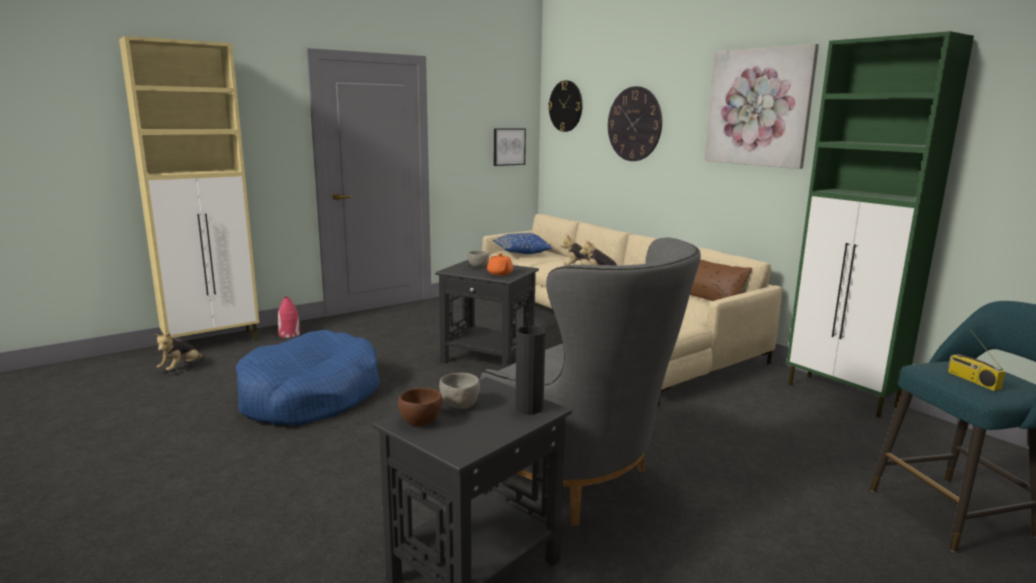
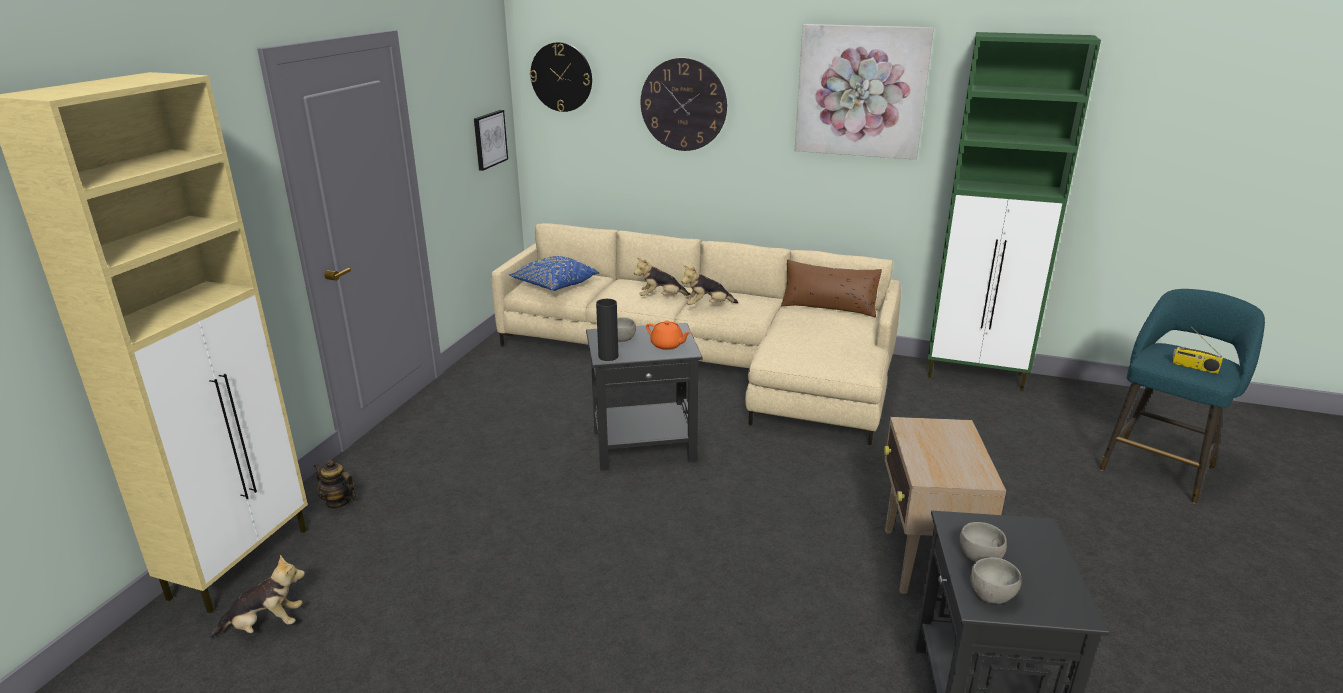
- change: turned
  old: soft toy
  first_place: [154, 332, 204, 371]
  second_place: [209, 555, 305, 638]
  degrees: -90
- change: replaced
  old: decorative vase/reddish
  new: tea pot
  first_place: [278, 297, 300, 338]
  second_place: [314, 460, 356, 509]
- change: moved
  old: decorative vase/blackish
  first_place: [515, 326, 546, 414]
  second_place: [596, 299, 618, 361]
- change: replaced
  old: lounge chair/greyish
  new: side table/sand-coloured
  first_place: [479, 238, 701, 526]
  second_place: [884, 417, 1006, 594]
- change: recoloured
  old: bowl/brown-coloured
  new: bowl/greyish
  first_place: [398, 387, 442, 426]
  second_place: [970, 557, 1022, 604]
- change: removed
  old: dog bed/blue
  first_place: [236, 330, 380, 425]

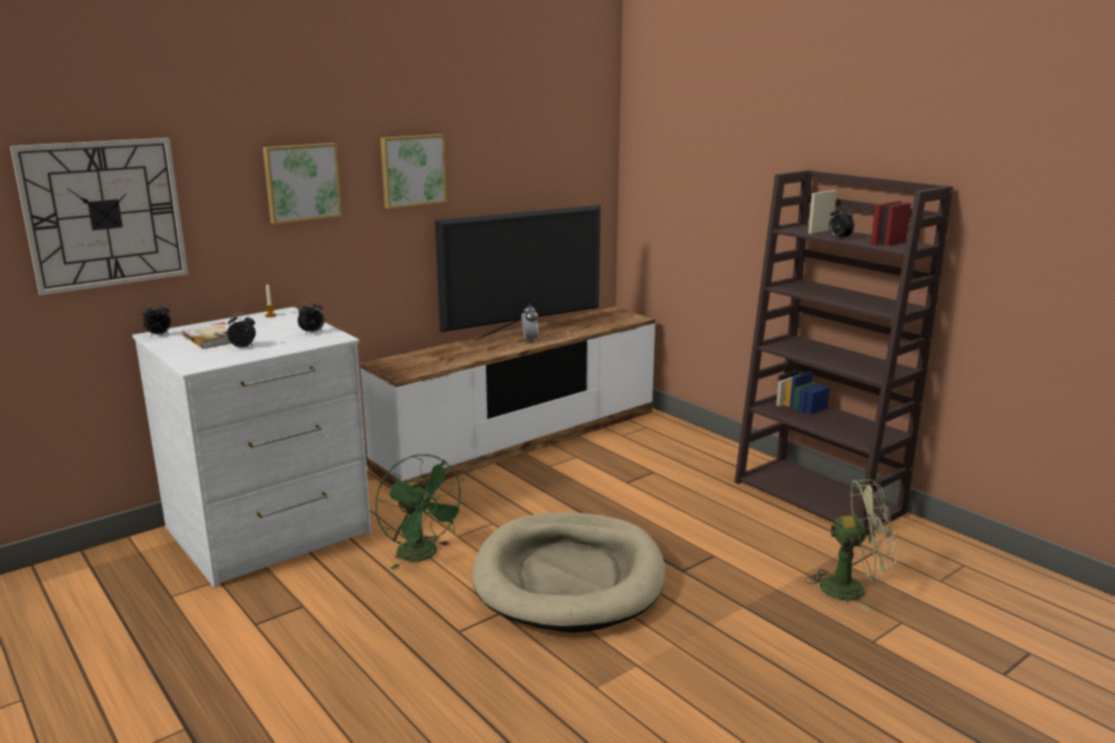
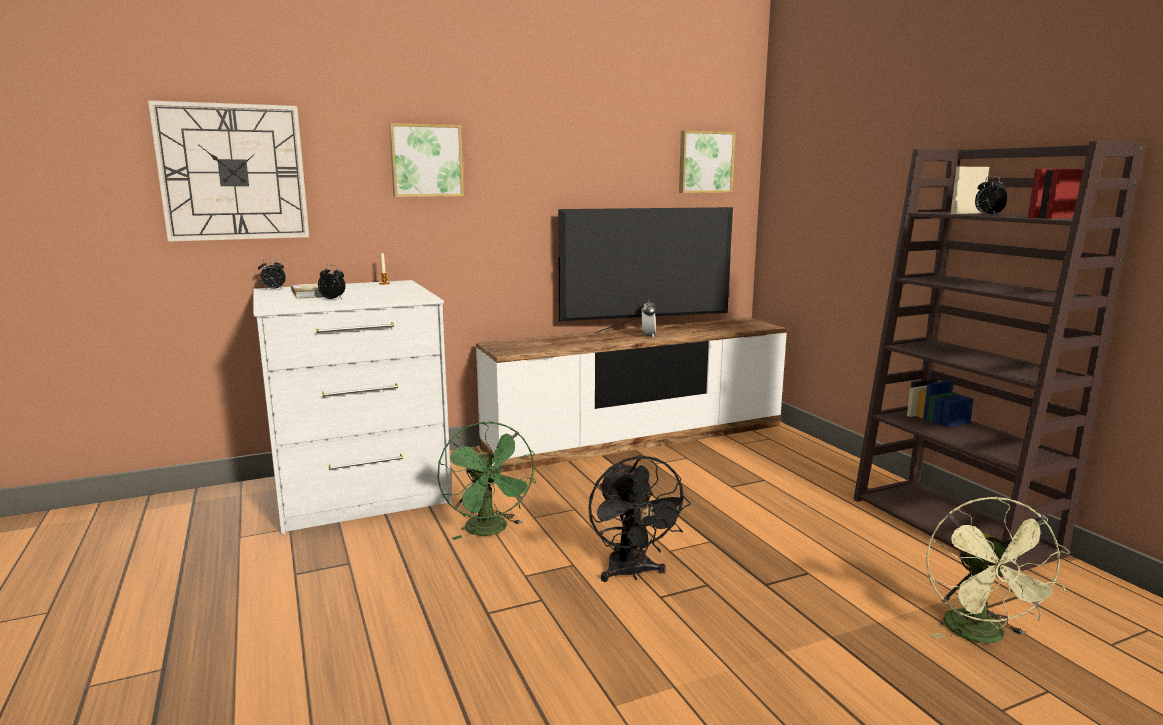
- change: replaced
  old: dog bed/sand-coloured
  new: fan/blackish
  first_place: [472, 512, 665, 633]
  second_place: [588, 455, 691, 582]
- change: moved
  old: wall picture
  first_place: [380, 134, 447, 209]
  second_place: [679, 131, 735, 193]
- change: turned
  old: fan/green
  first_place: [805, 480, 896, 611]
  second_place: [926, 496, 1070, 643]
  degrees: 75
- change: removed
  old: alarm clock
  first_place: [298, 300, 324, 334]

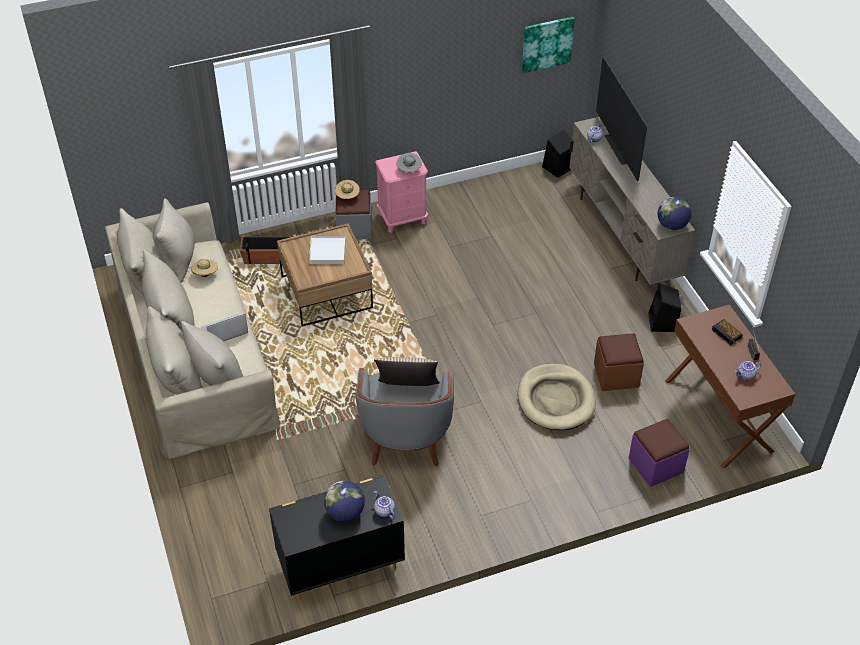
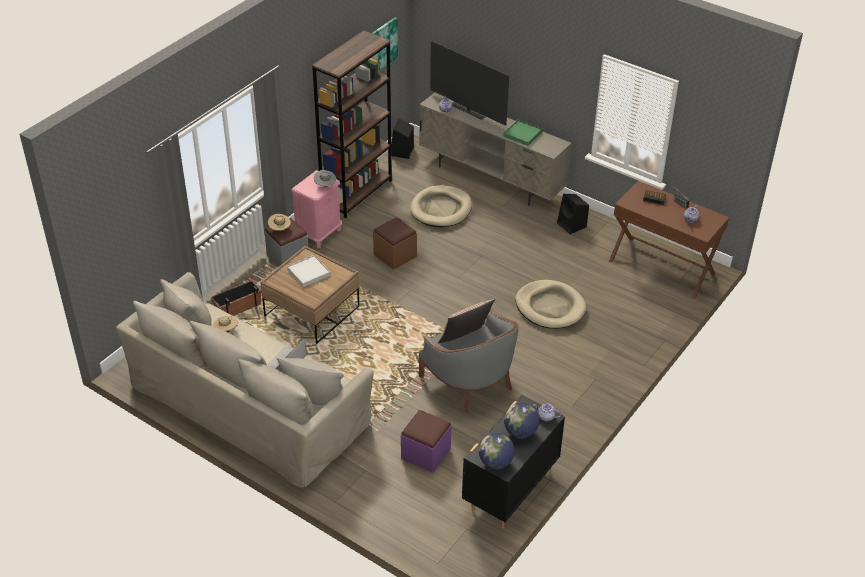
- change: added
  new: shelving unit/brown-coloured
  second_place: [312, 30, 392, 218]
- change: moved
  old: ottoman/brown-coloured
  first_place: [594, 333, 644, 391]
  second_place: [373, 217, 417, 270]
- change: moved
  old: ottoman/purple-coloured
  first_place: [629, 419, 690, 487]
  second_place: [401, 410, 451, 473]
- change: added
  new: dog bed/sand-coloured
  second_place: [410, 185, 472, 227]
- change: moved
  old: world globe
  first_place: [658, 197, 691, 230]
  second_place: [479, 433, 515, 469]
- change: added
  new: tray/green
  second_place: [503, 120, 543, 146]

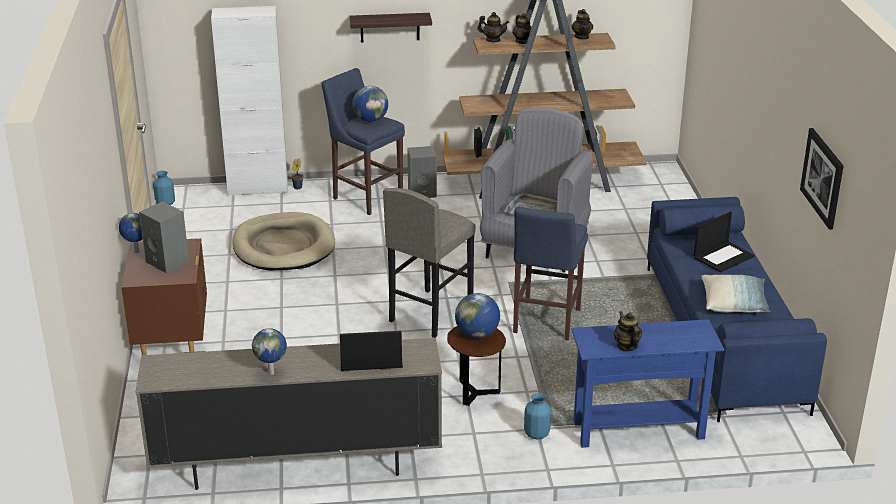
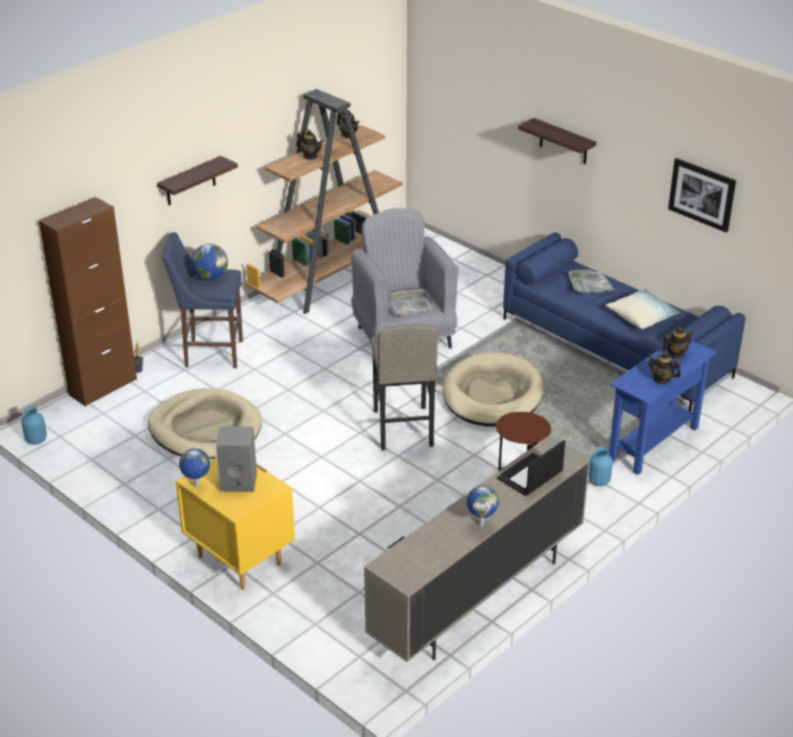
- change: recoloured
  old: cupboard/white
  new: cupboard/brown-coloured
  first_place: [211, 6, 288, 196]
  second_place: [39, 197, 137, 407]
- change: recoloured
  old: bedside table/brown-coloured
  new: bedside table/yellowish
  first_place: [121, 238, 207, 355]
  second_place: [176, 457, 295, 590]
- change: replaced
  old: stool seat/blue
  new: dog bed/sand-coloured
  first_place: [513, 206, 588, 340]
  second_place: [442, 352, 544, 427]
- change: added
  new: shelf
  second_place: [518, 118, 596, 164]
- change: replaced
  old: notebook computer
  new: tray/greyish
  first_place: [694, 212, 755, 273]
  second_place: [568, 270, 615, 294]
- change: moved
  old: tea pot
  first_place: [477, 12, 509, 42]
  second_place: [662, 327, 694, 358]
- change: removed
  old: loudspeaker/greyish
  first_place: [407, 146, 437, 198]
- change: removed
  old: world globe
  first_place: [455, 293, 500, 338]

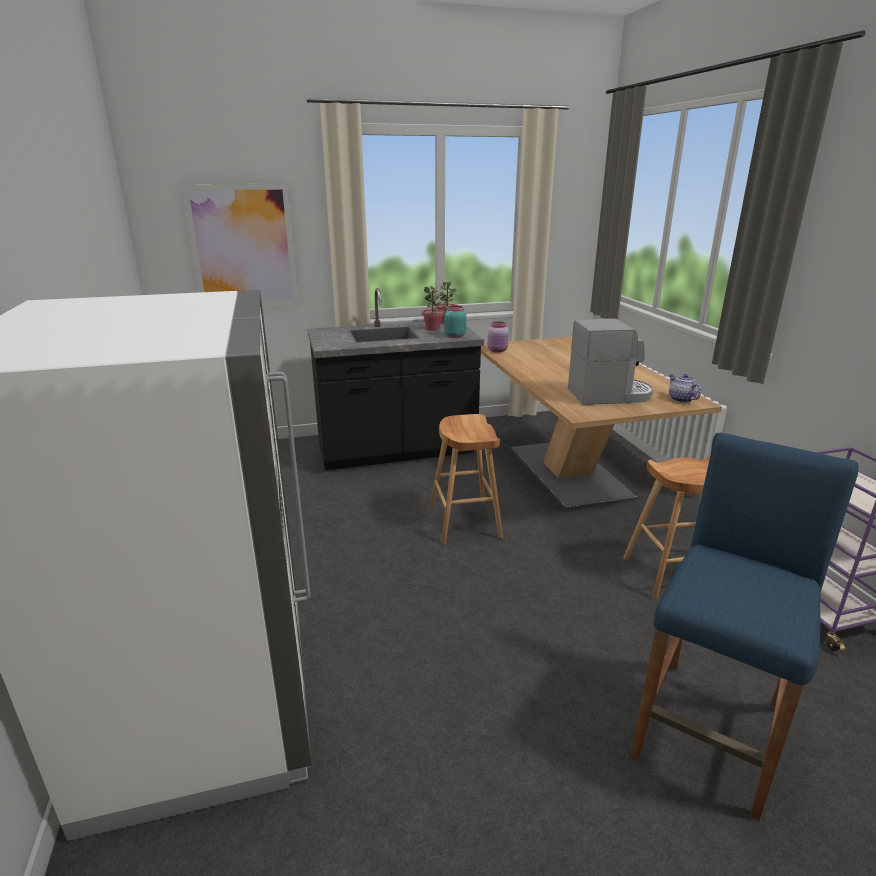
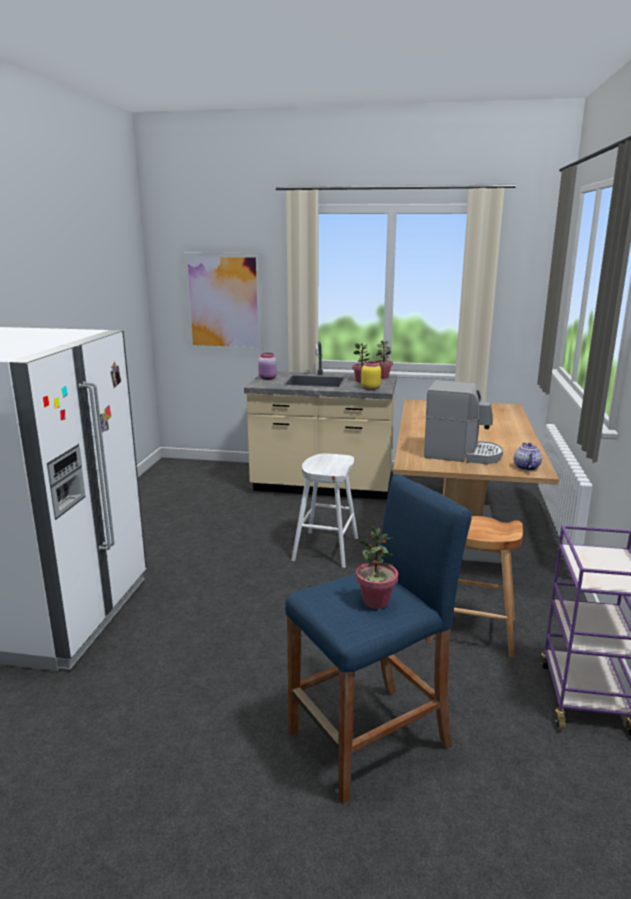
- change: recoloured
  old: kitchen counter/blackish
  new: kitchen counter/sand-coloured
  first_place: [308, 288, 484, 470]
  second_place: [244, 342, 397, 500]
- change: moved
  old: preserve jar/pink-coloured
  first_place: [487, 321, 509, 352]
  second_place: [258, 353, 277, 380]
- change: recoloured
  old: stool seat/brown-coloured
  new: stool seat/white
  first_place: [429, 414, 503, 545]
  second_place: [291, 453, 358, 568]
- change: added
  new: potted plant
  second_place: [356, 525, 398, 609]
- change: recoloured
  old: preserve jar/turquoise-coloured
  new: preserve jar/yellowish
  first_place: [444, 305, 466, 338]
  second_place: [361, 361, 381, 390]

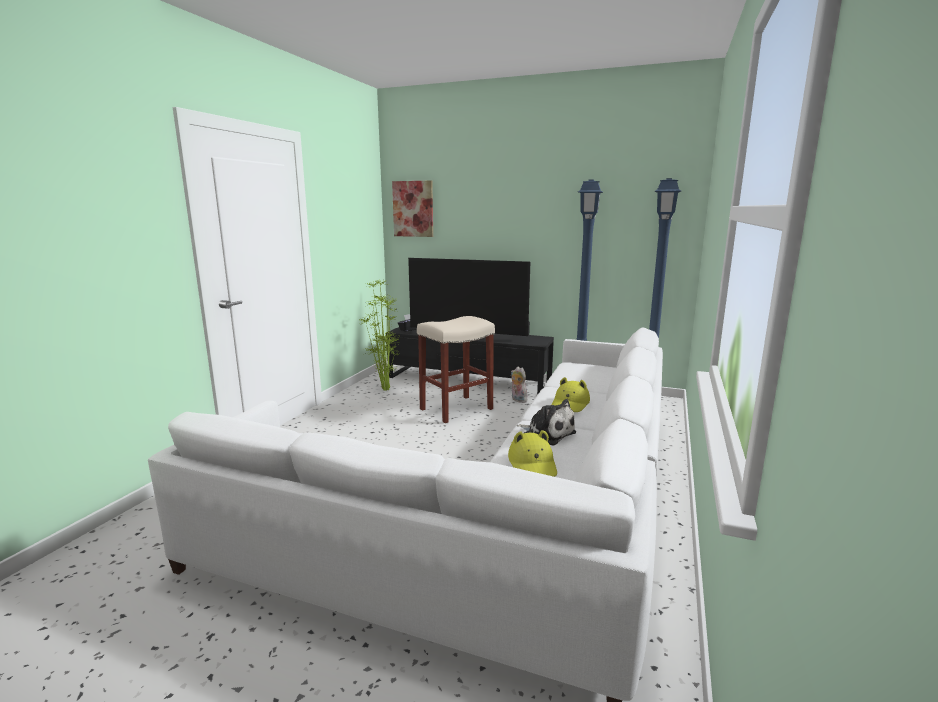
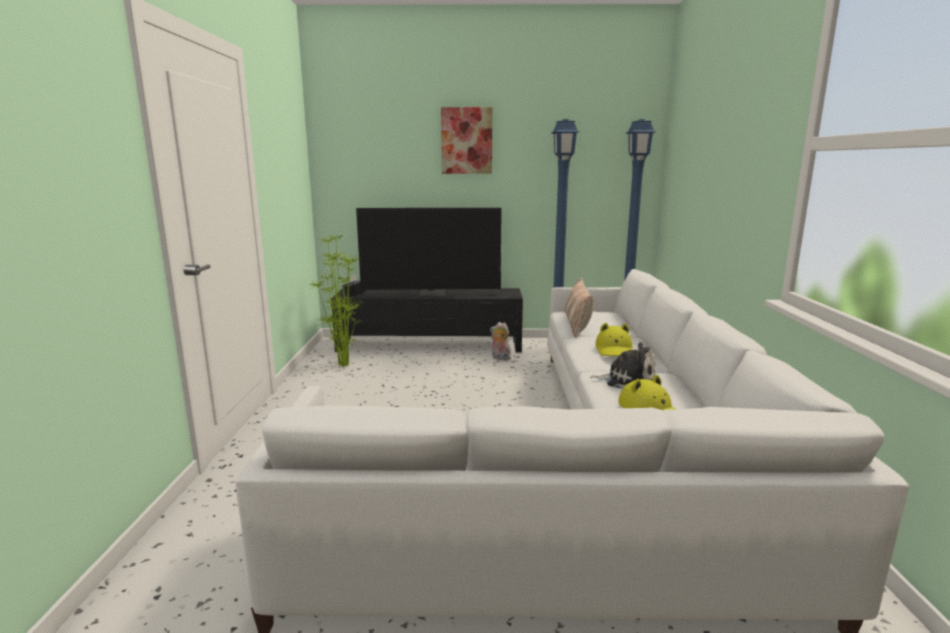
- change: moved
  old: wall picture
  first_place: [392, 181, 433, 237]
  second_place: [441, 107, 493, 174]
- change: added
  new: throw pillow
  second_place: [565, 277, 594, 338]
- change: removed
  old: stool seat/sand-coloured
  first_place: [417, 316, 495, 423]

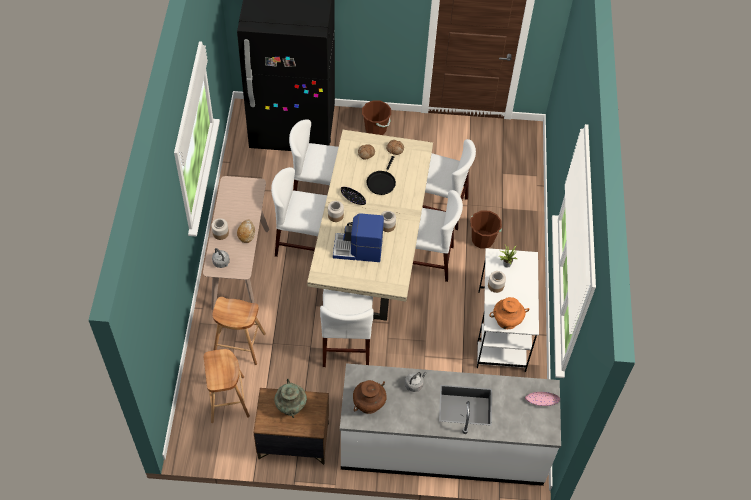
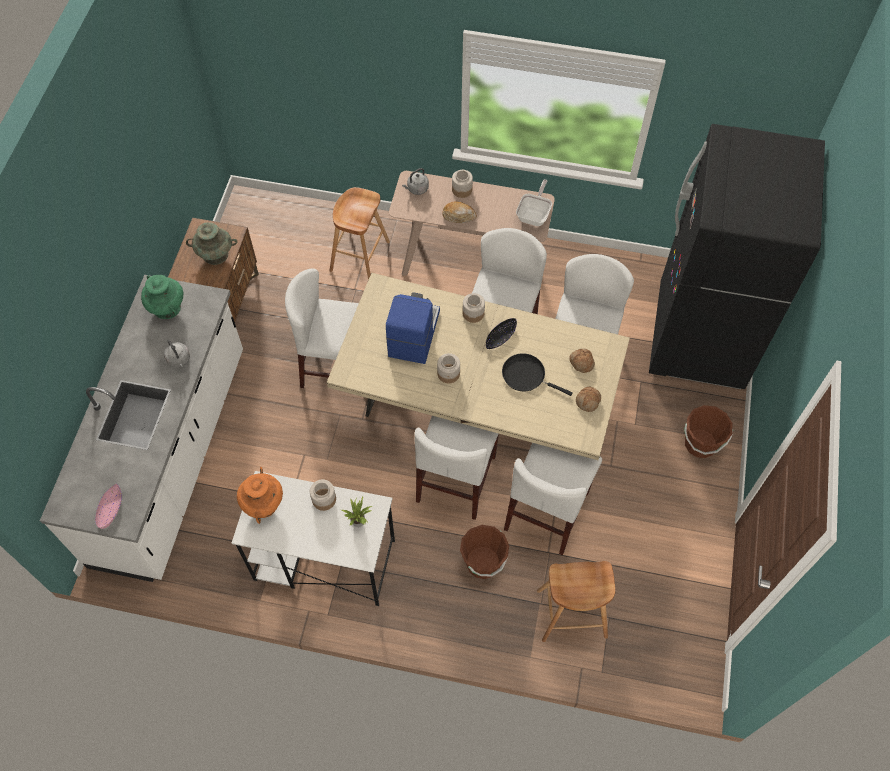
- change: recoloured
  old: decorative vase/brown-coloured
  new: decorative vase/green
  first_place: [353, 380, 387, 414]
  second_place: [141, 275, 183, 319]
- change: added
  new: frying pan
  second_place: [516, 179, 552, 226]
- change: moved
  old: stool seat/brown-coloured
  first_place: [204, 349, 250, 423]
  second_place: [537, 561, 615, 642]

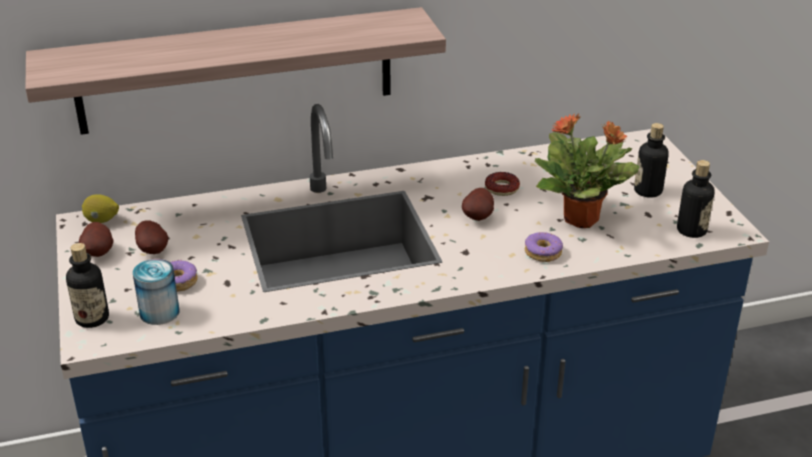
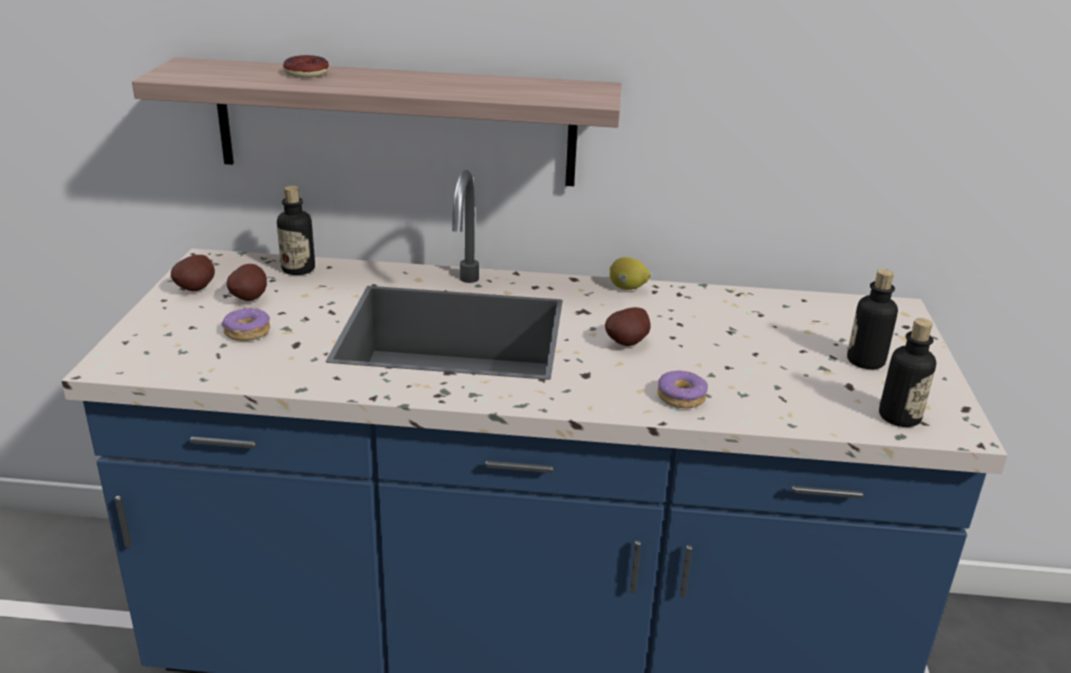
- change: moved
  old: beverage bottle
  first_place: [66, 243, 109, 328]
  second_place: [277, 186, 315, 275]
- change: moved
  old: ring doughnut
  first_place: [485, 172, 520, 196]
  second_place: [283, 55, 329, 78]
- change: moved
  old: citrus fruit
  first_place: [82, 194, 119, 223]
  second_place: [610, 257, 651, 290]
- change: removed
  old: can
  first_place: [133, 259, 180, 325]
- change: removed
  old: potted plant
  first_place: [535, 114, 640, 228]

